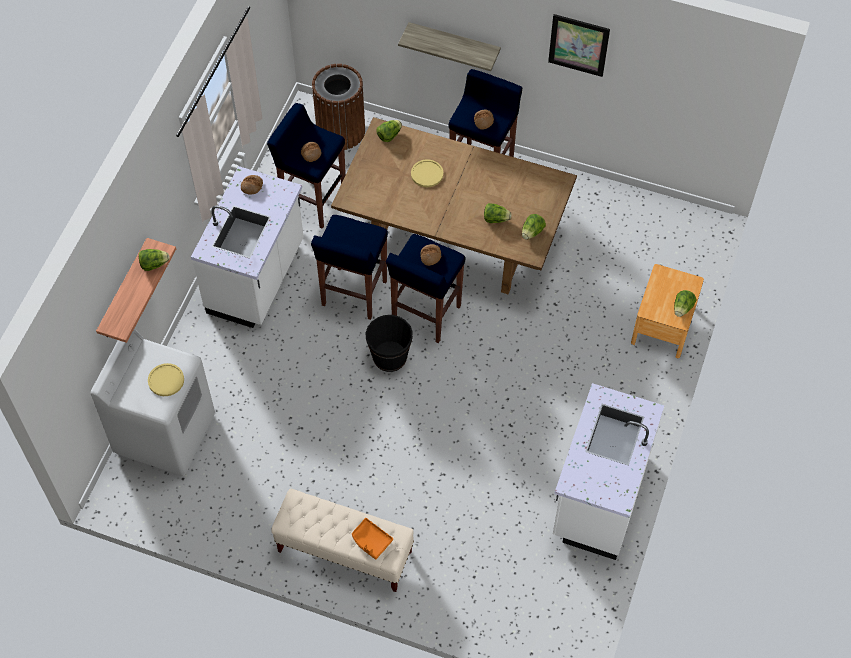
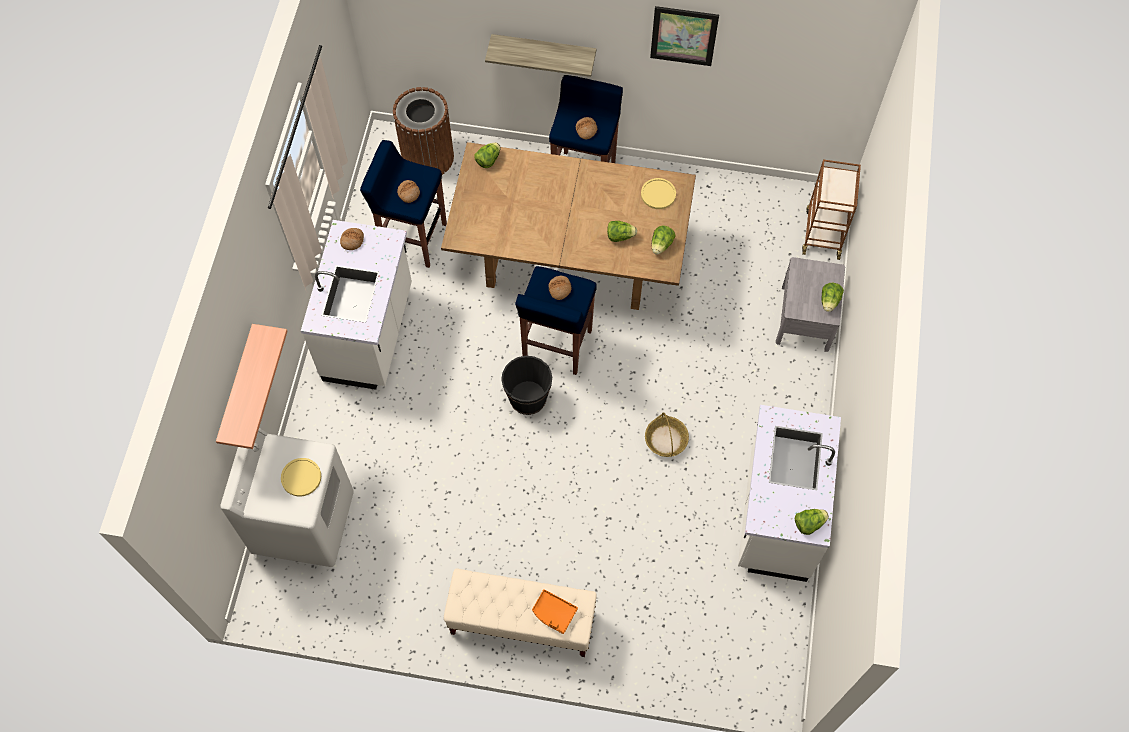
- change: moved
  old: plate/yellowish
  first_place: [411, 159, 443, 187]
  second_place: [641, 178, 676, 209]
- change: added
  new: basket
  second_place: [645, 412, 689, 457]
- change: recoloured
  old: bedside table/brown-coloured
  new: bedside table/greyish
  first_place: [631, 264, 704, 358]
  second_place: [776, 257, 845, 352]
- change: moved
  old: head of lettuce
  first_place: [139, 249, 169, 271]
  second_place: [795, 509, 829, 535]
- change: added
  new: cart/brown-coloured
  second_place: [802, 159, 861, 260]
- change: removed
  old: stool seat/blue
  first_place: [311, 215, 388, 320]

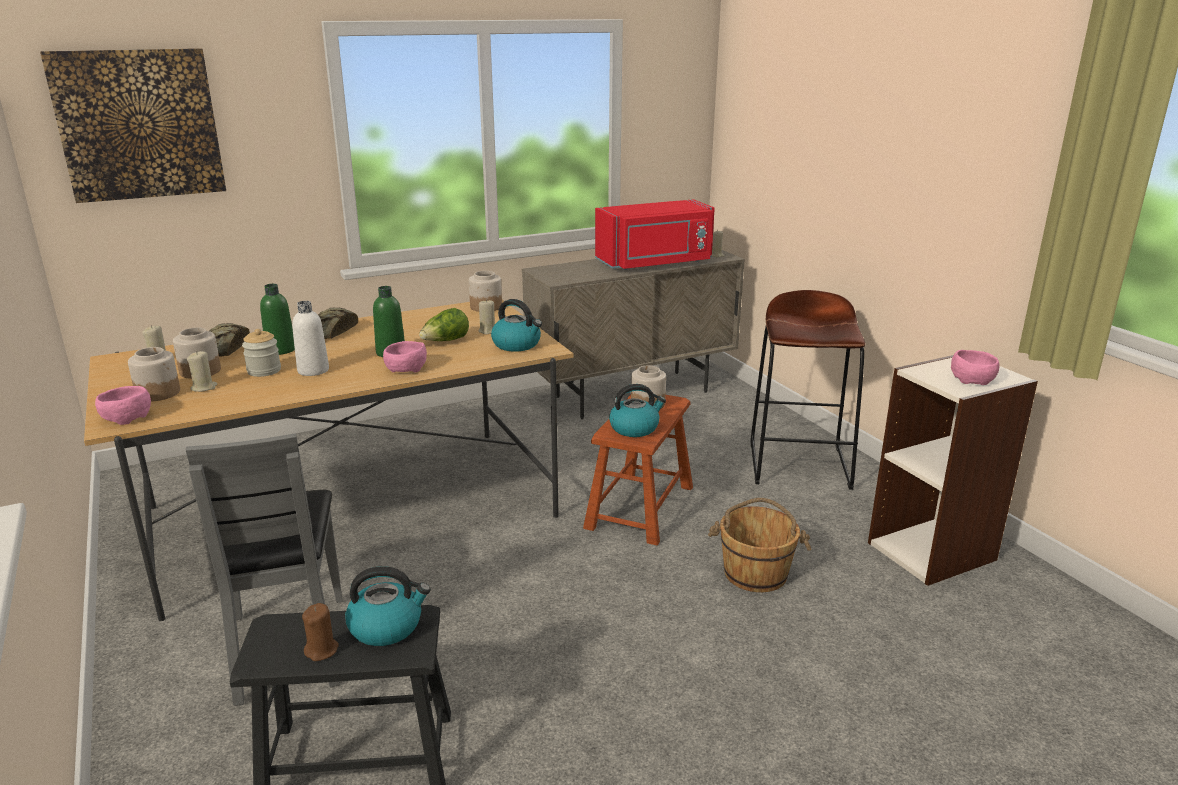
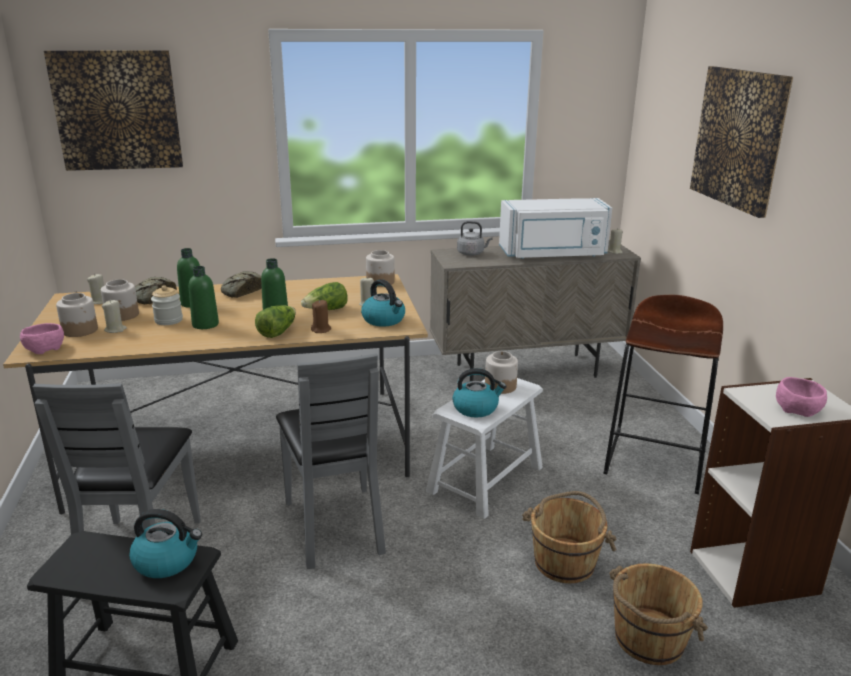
- change: recoloured
  old: beverage bottle/white
  new: beverage bottle/green
  first_place: [292, 301, 329, 376]
  second_place: [189, 266, 219, 329]
- change: replaced
  old: bowl/pink-coloured
  new: head of lettuce
  first_place: [383, 341, 427, 373]
  second_place: [255, 305, 296, 338]
- change: added
  new: plain chair/greyish
  second_place: [276, 353, 386, 569]
- change: moved
  old: wax candle/brown-coloured
  first_place: [302, 603, 339, 661]
  second_place: [311, 300, 331, 333]
- change: recoloured
  old: stool seat/brown-coloured
  new: stool seat/white
  first_place: [583, 395, 693, 546]
  second_place: [426, 378, 543, 519]
- change: added
  new: water kettle/greyish
  second_place: [457, 221, 492, 256]
- change: recoloured
  old: microwave/reddish
  new: microwave/white
  first_place: [595, 199, 715, 270]
  second_place: [499, 198, 612, 259]
- change: added
  new: bucket/brown-coloured
  second_place: [609, 563, 708, 665]
- change: added
  new: wall picture
  second_place: [690, 66, 793, 218]

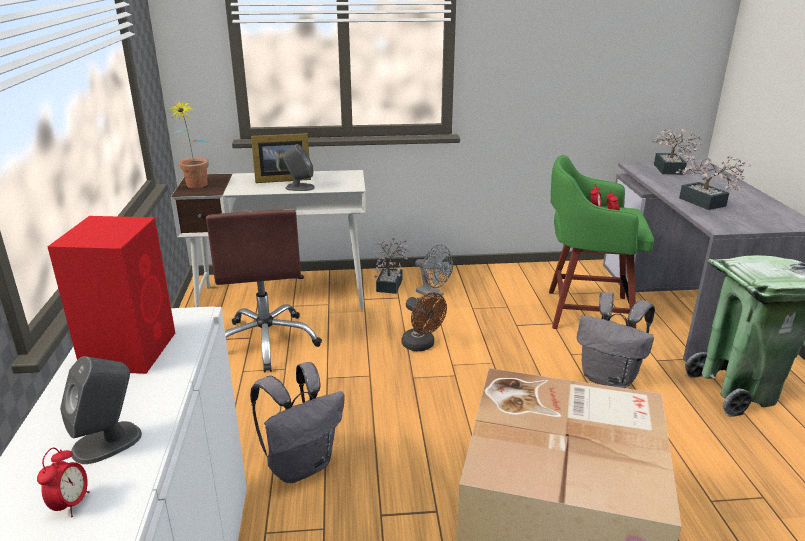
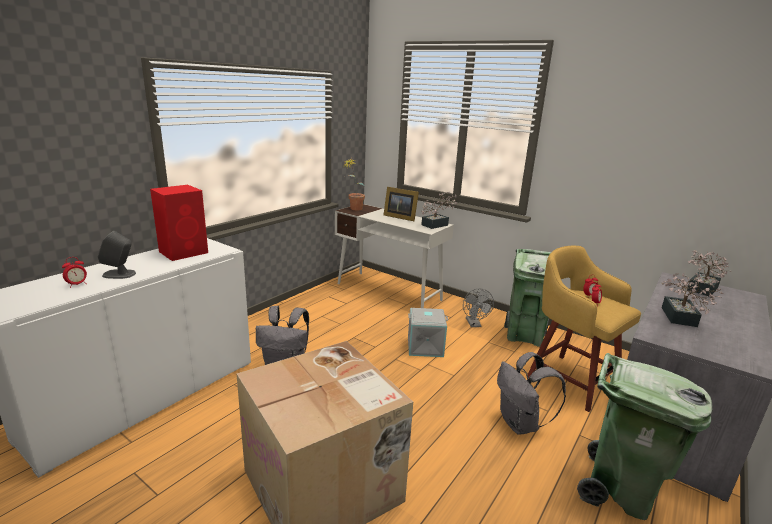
- change: replaced
  old: fan/brown-coloured
  new: storage box/greyish
  first_place: [402, 292, 447, 351]
  second_place: [408, 308, 448, 357]
- change: moved
  old: potted plant
  first_place: [373, 237, 409, 294]
  second_place: [421, 192, 457, 229]
- change: added
  new: rubbish bin/green
  second_place: [504, 249, 551, 347]
- change: recoloured
  old: stool seat/green
  new: stool seat/yellowish
  first_place: [549, 155, 654, 329]
  second_place: [528, 246, 641, 412]
- change: removed
  old: desk chair/brown-coloured
  first_place: [206, 209, 322, 372]
- change: removed
  old: loudspeaker/greyish
  first_place: [282, 144, 315, 191]

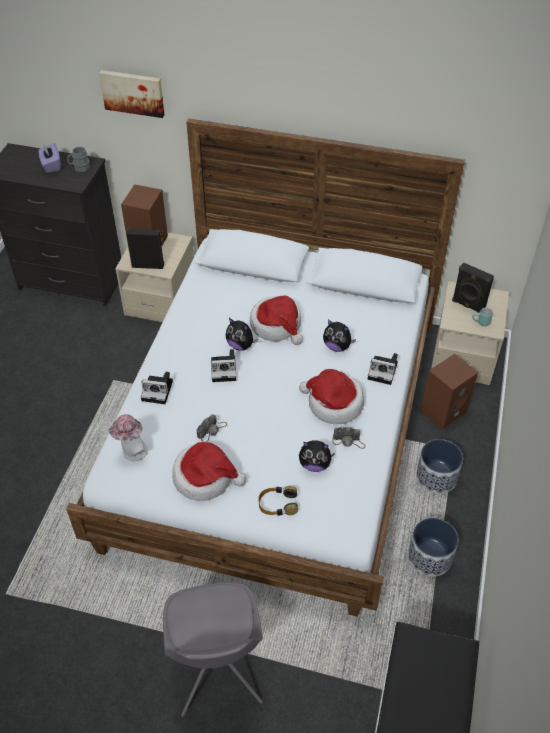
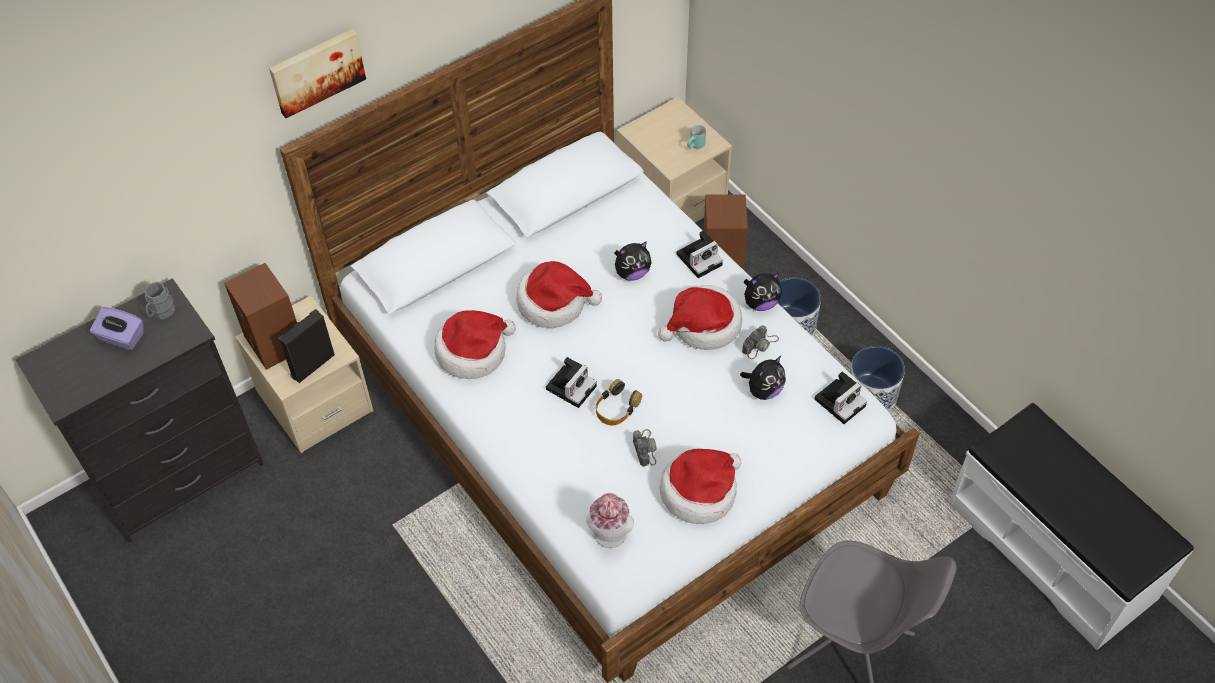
- change: moved
  old: wall picture
  first_place: [99, 70, 165, 118]
  second_place: [269, 29, 366, 118]
- change: added
  new: hat
  second_place: [434, 310, 516, 379]
- change: moved
  old: headset
  first_place: [258, 486, 298, 516]
  second_place: [596, 379, 642, 425]
- change: moved
  old: soft toy
  first_place: [226, 318, 258, 351]
  second_place: [744, 273, 782, 311]
- change: moved
  old: photo camera
  first_place: [141, 372, 173, 404]
  second_place: [815, 372, 867, 424]
- change: removed
  old: loudspeaker/blackish
  first_place: [452, 263, 494, 313]

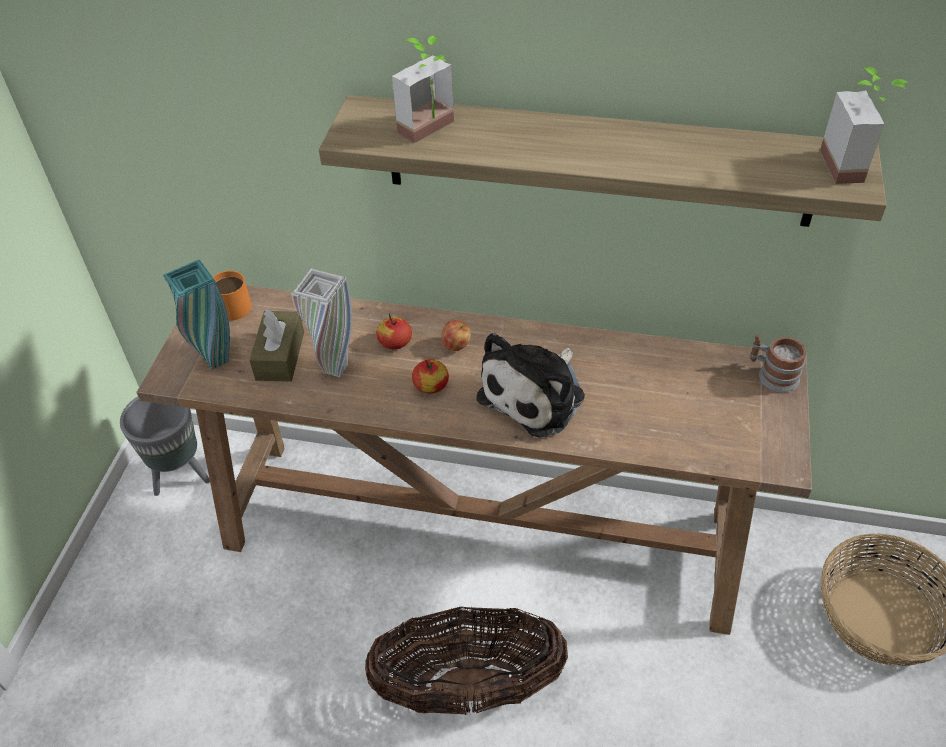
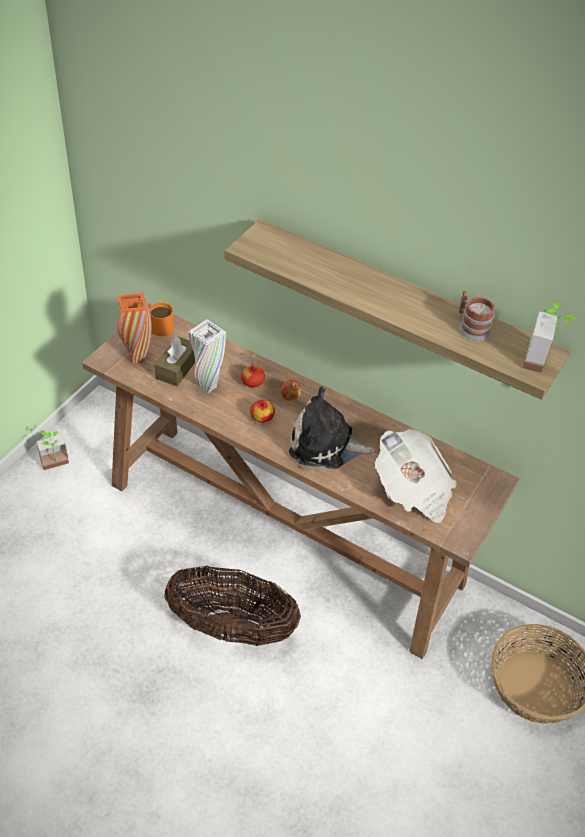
- change: moved
  old: potted plant
  first_place: [392, 36, 454, 143]
  second_place: [37, 431, 69, 470]
- change: recoloured
  old: decorative vase/turquoise-coloured
  new: decorative vase/orange-coloured
  first_place: [163, 260, 230, 370]
  second_place: [117, 293, 152, 363]
- change: turned
  old: soft toy
  first_place: [477, 333, 585, 438]
  second_place: [289, 387, 375, 469]
  degrees: 45
- change: added
  new: newspaper
  second_place: [375, 429, 457, 523]
- change: moved
  old: tea mug
  first_place: [750, 334, 806, 392]
  second_place: [459, 290, 495, 341]
- change: removed
  old: planter/greyish
  first_place: [120, 397, 210, 496]

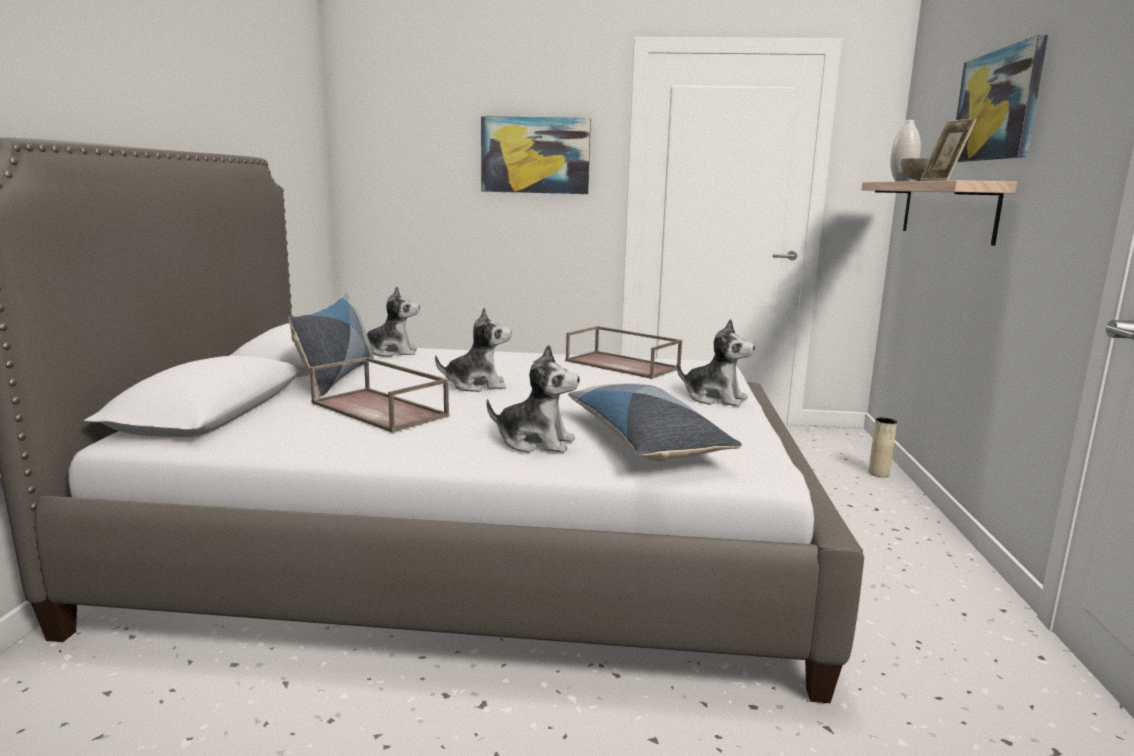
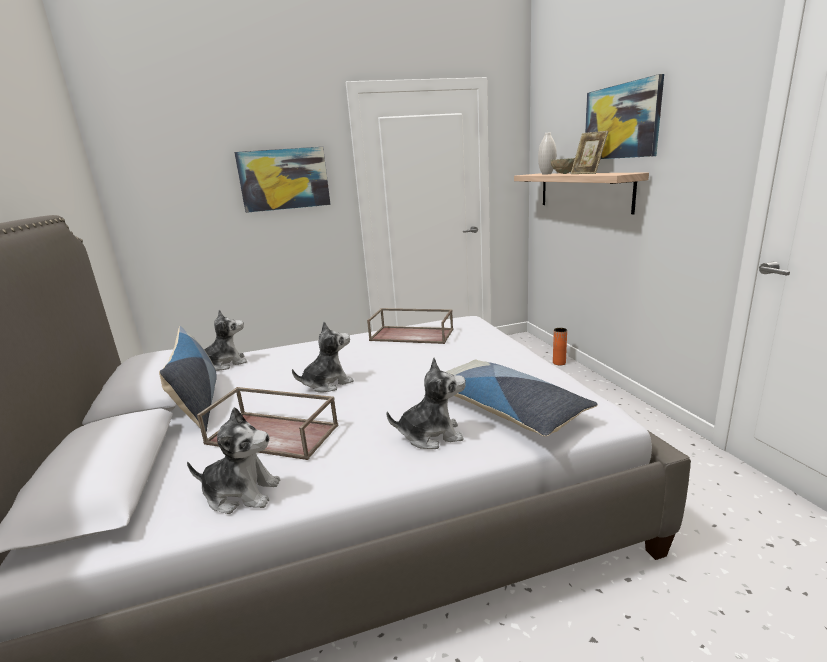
- change: moved
  old: soft toy
  first_place: [677, 319, 755, 407]
  second_place: [187, 407, 281, 514]
- change: recoloured
  old: decorative vase/sand-coloured
  new: decorative vase/orange-coloured
  first_place: [868, 418, 897, 477]
  second_place: [553, 328, 567, 365]

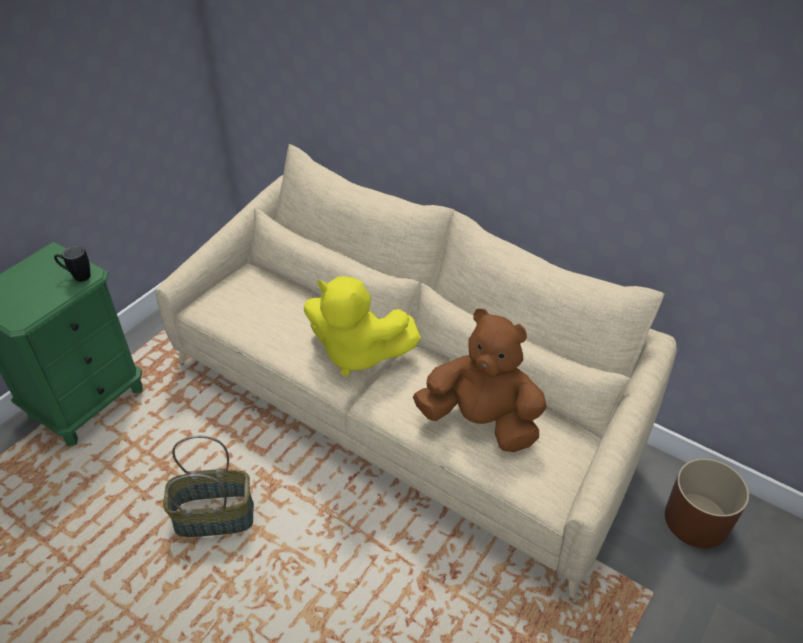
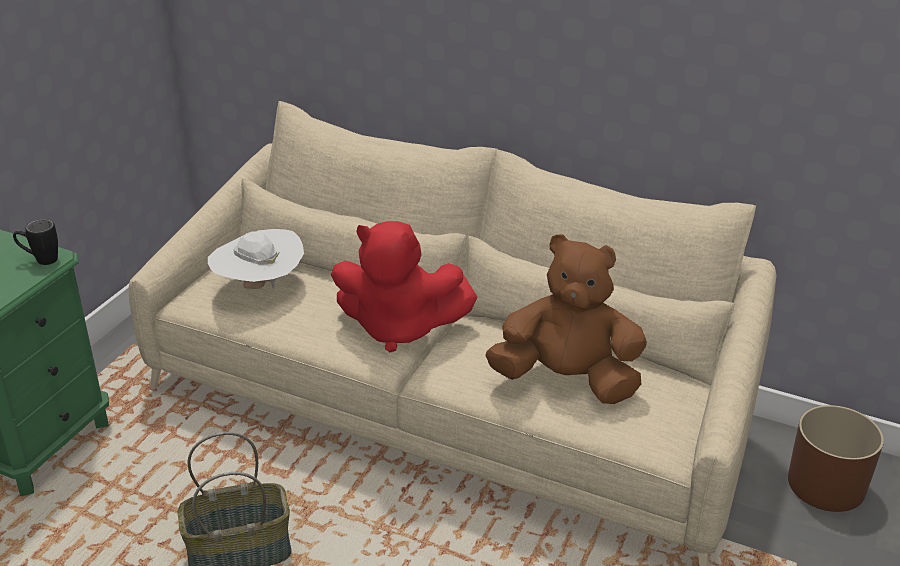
- change: added
  new: hat/white
  second_place: [208, 229, 304, 289]
- change: recoloured
  old: soft toy/yellowish
  new: soft toy/reddish
  first_place: [304, 276, 421, 376]
  second_place: [331, 221, 477, 352]

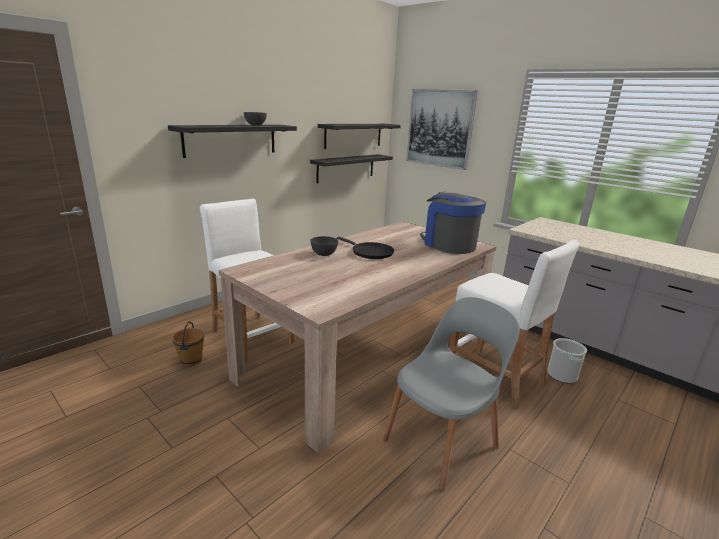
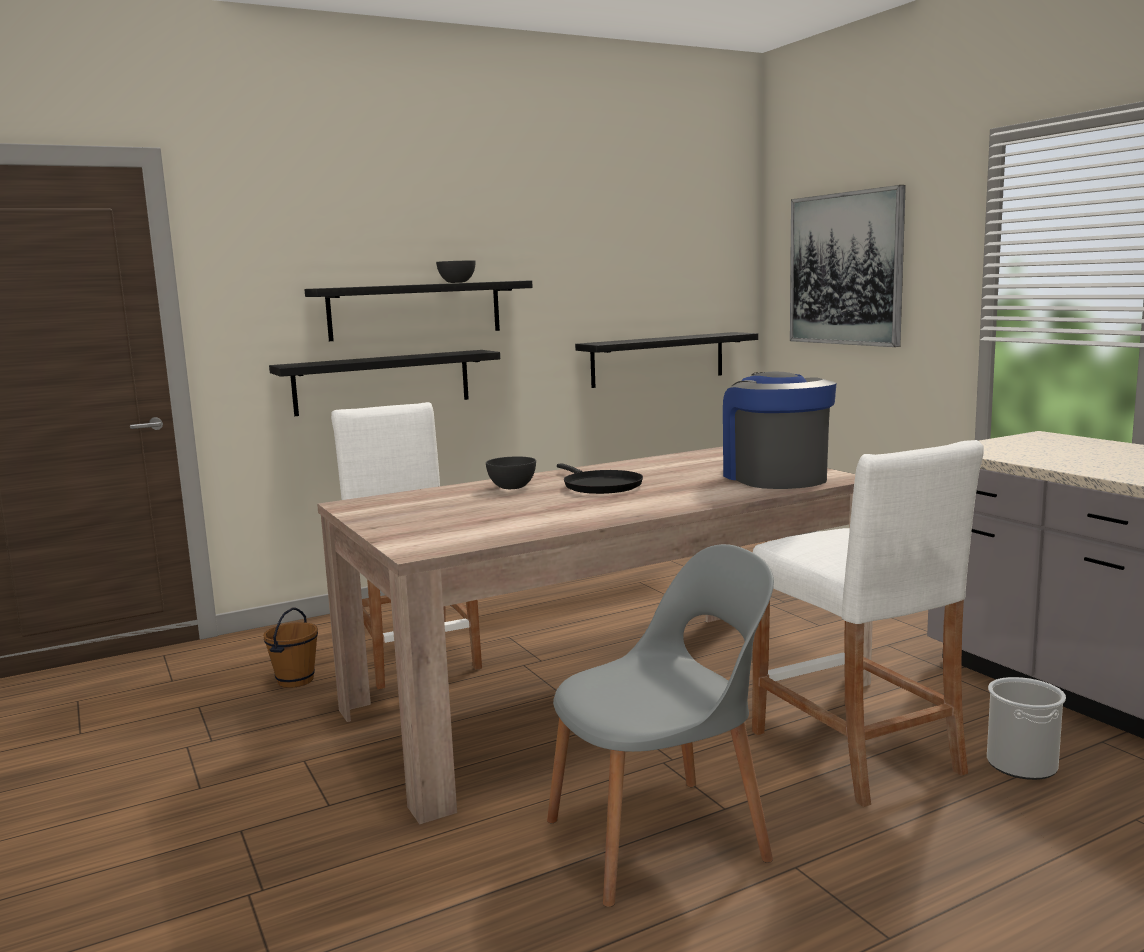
- change: moved
  old: shelf/blackish
  first_place: [318, 124, 401, 149]
  second_place: [269, 350, 500, 416]

